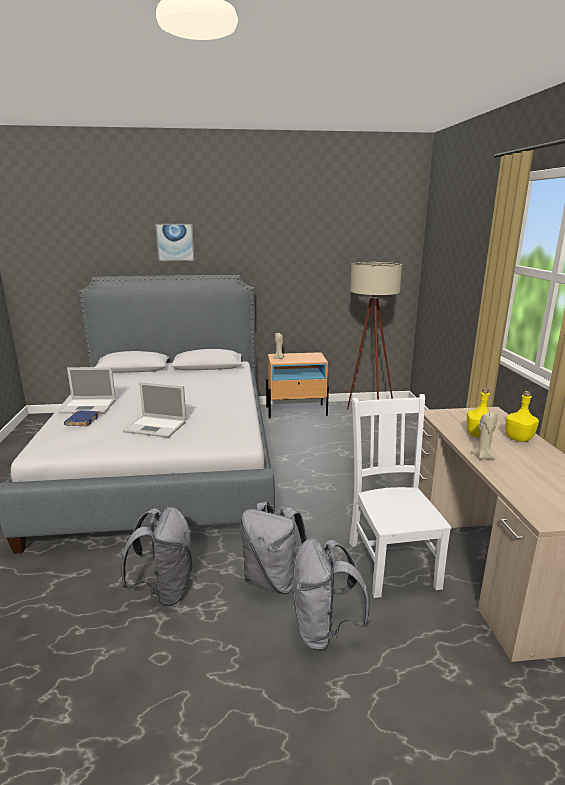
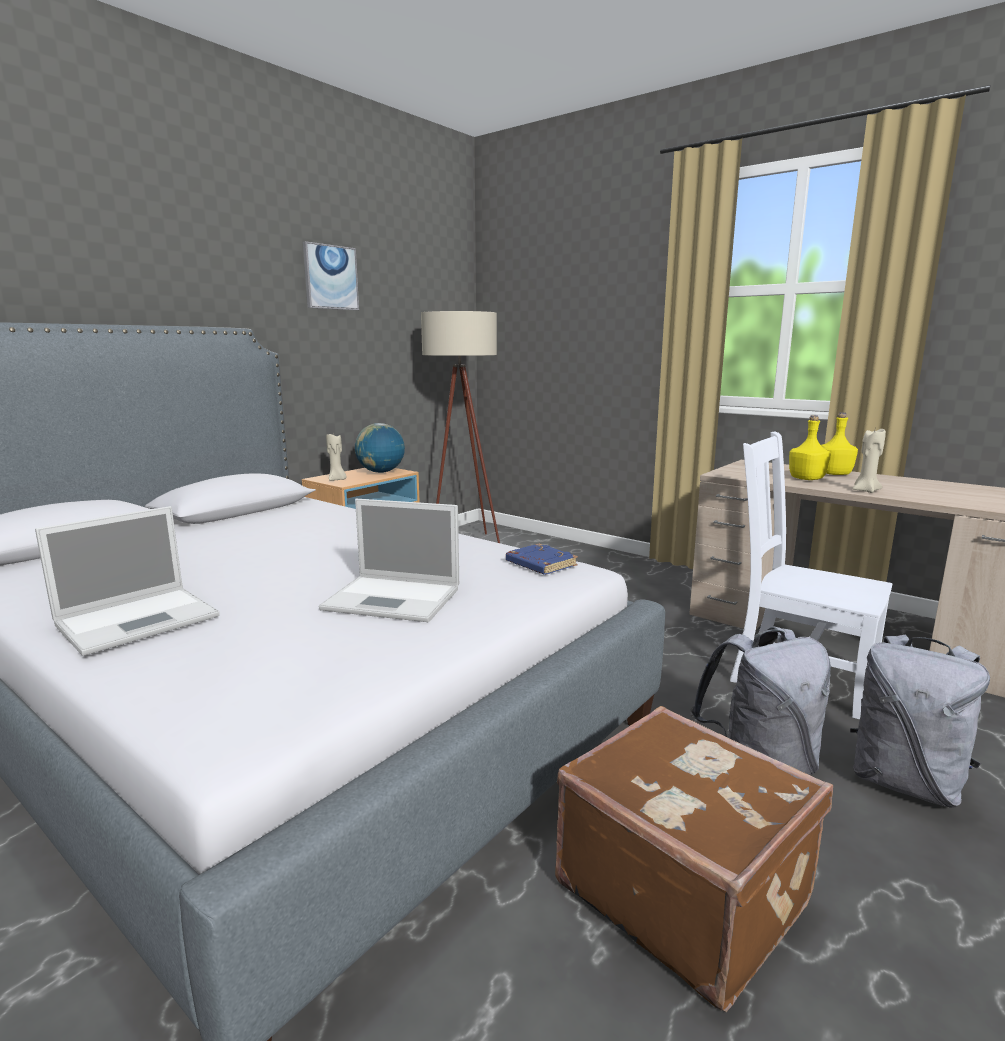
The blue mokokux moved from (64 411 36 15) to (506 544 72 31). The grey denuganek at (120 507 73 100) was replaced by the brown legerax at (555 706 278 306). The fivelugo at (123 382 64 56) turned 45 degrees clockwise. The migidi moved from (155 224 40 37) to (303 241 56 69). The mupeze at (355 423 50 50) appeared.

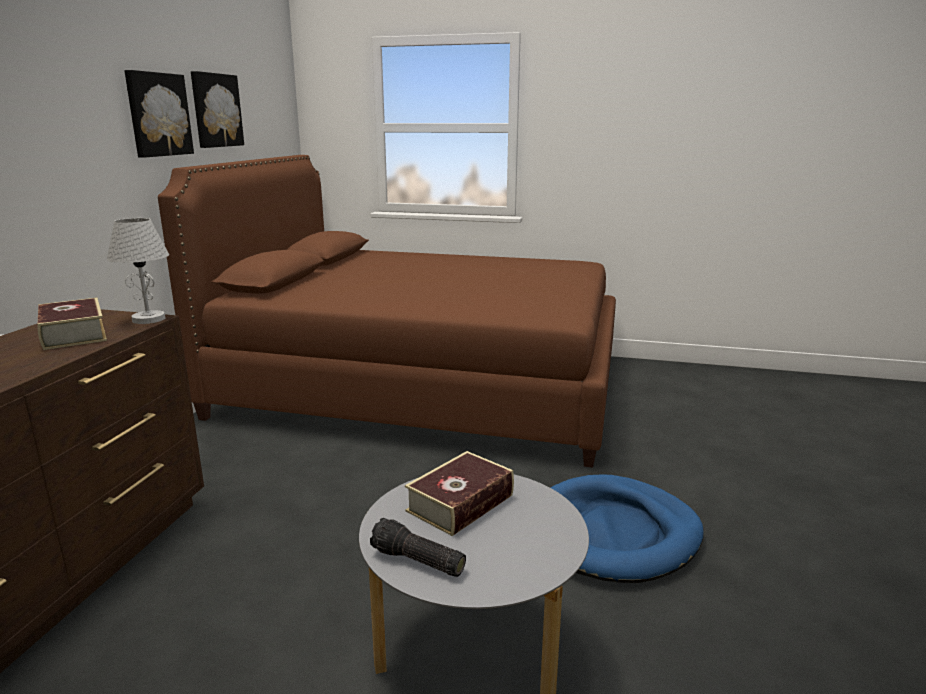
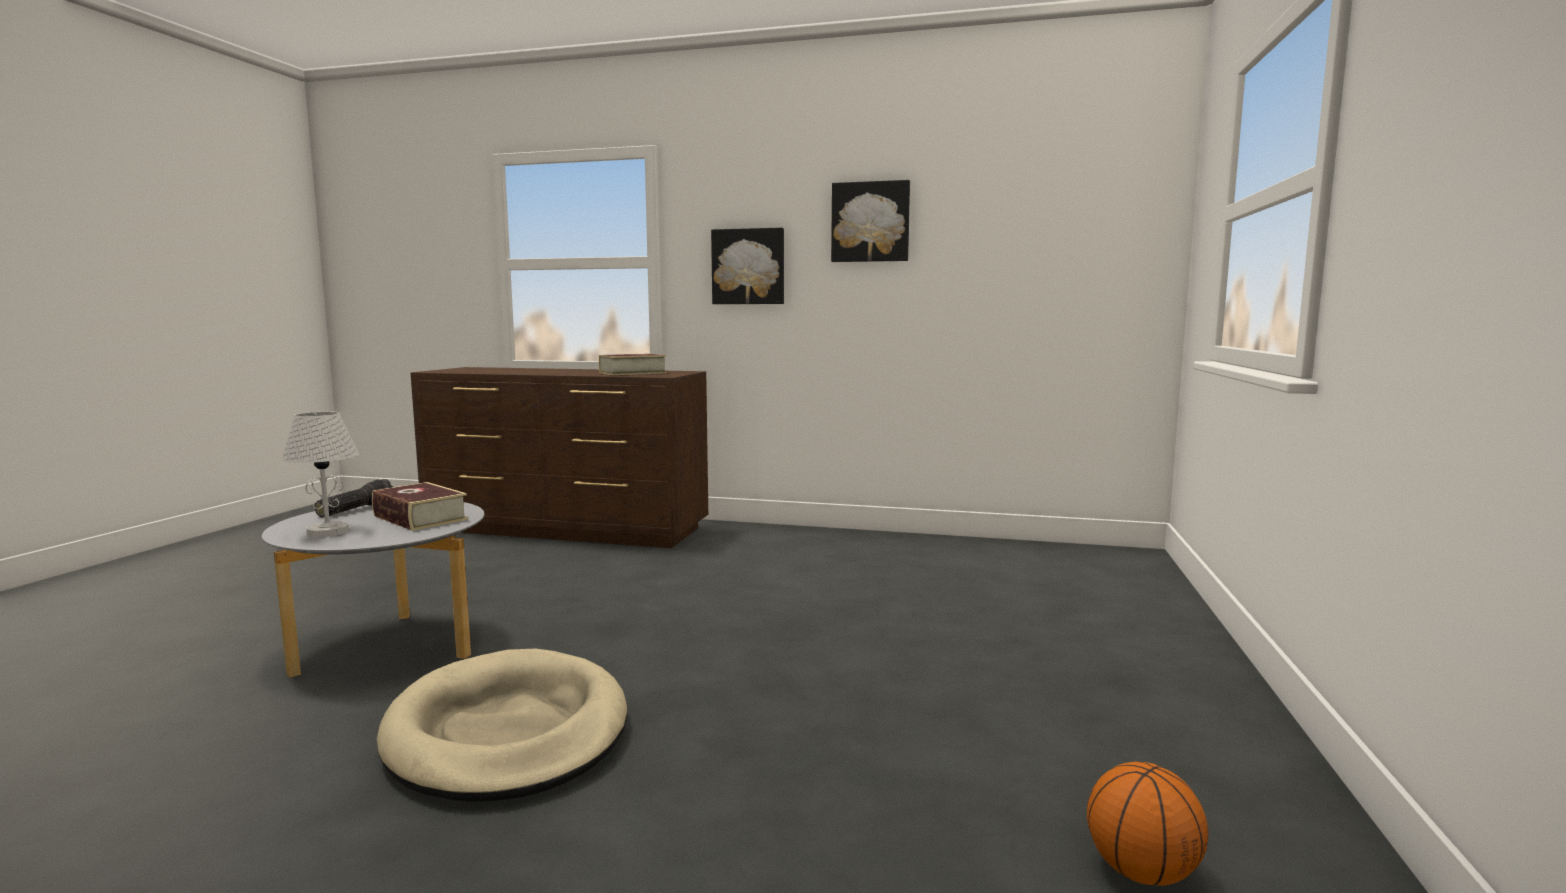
The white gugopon moved from (107 218 62 106) to (282 411 77 126). The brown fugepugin at (158 155 458 313) disappeared. The migidi moved from (191 71 53 77) to (711 228 73 76). The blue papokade at (551 474 152 109) became the beige papokade at (377 649 251 153). The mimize at (1087 762 121 124) appeared.

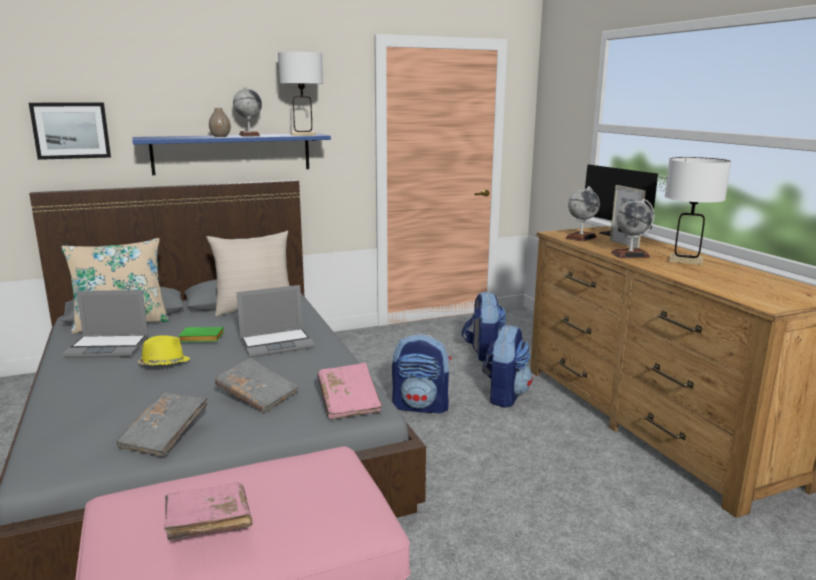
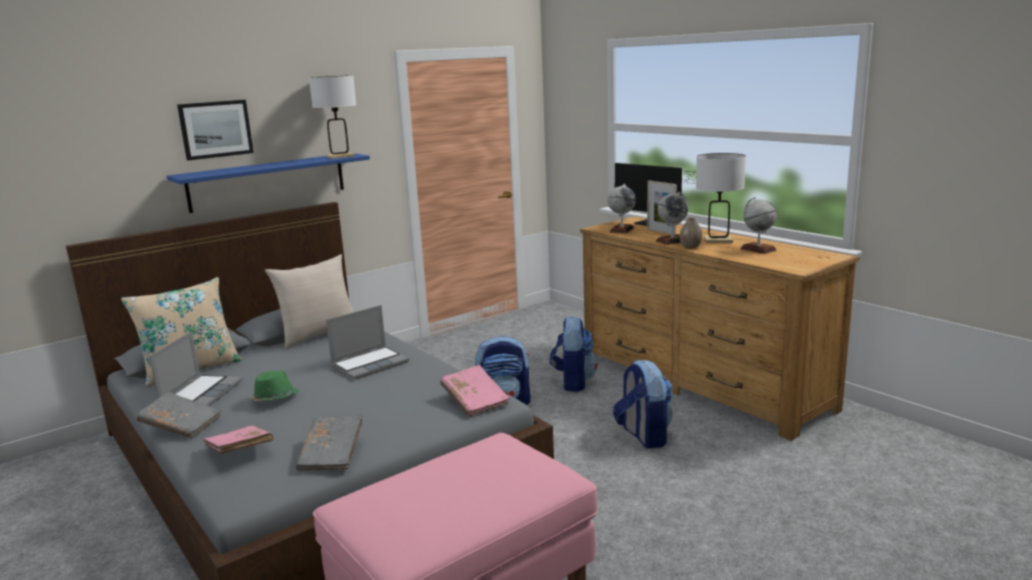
The migidi moved from (29 103 82 57) to (177 100 77 60). The fivelugo at (62 290 87 68) turned 60 degrees counterclockwise. The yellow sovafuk at (138 335 52 30) became the green sovafuk at (250 371 49 30). The pink mokokux moved from (164 482 89 58) to (203 426 71 28). The green mokokux at (178 327 46 15) disappeared. The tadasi moved from (209 108 22 29) to (680 218 23 31). The grey mokokux moved from (215 357 84 56) to (137 392 84 47). The mupeze moved from (233 87 29 50) to (740 197 37 57). The denuganek moved from (462 291 44 71) to (613 359 59 89).

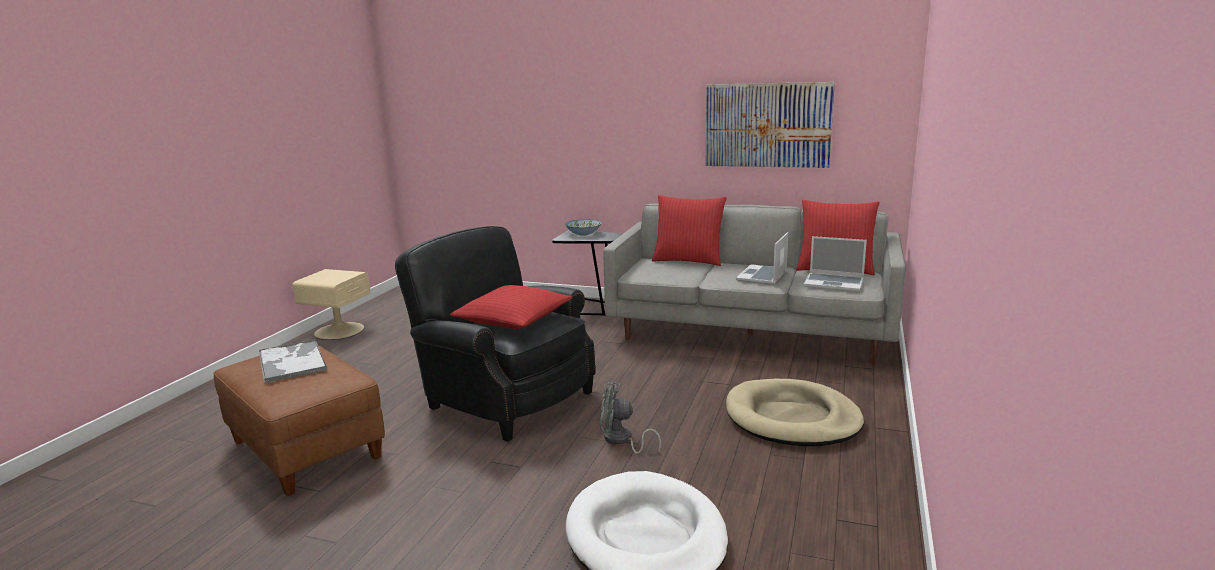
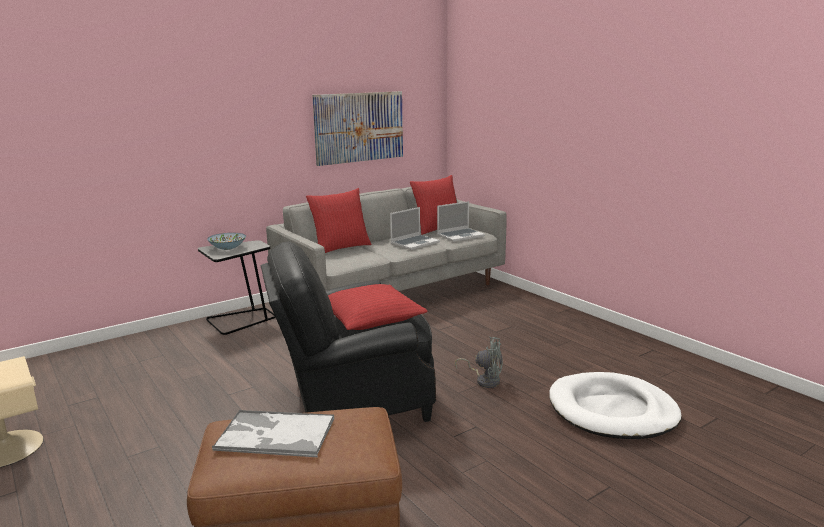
The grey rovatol at (600 382 61 72) turned 120 degrees counterclockwise. The beige papokade at (726 379 138 67) disappeared. The fivelugo at (736 232 52 53) turned 105 degrees counterclockwise.

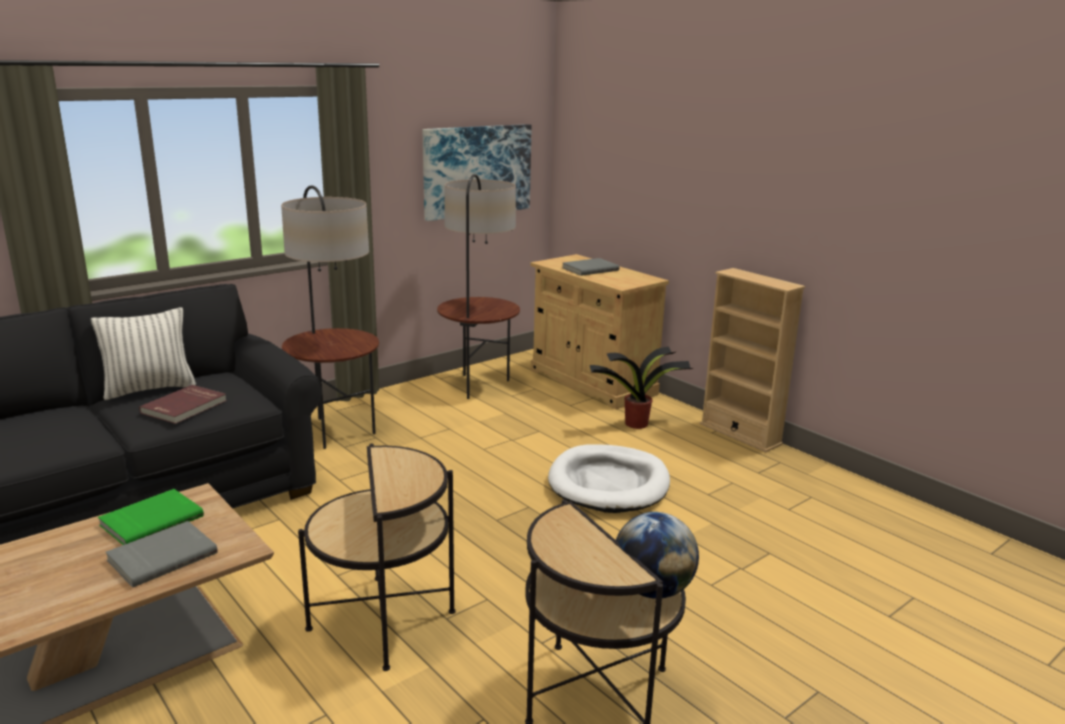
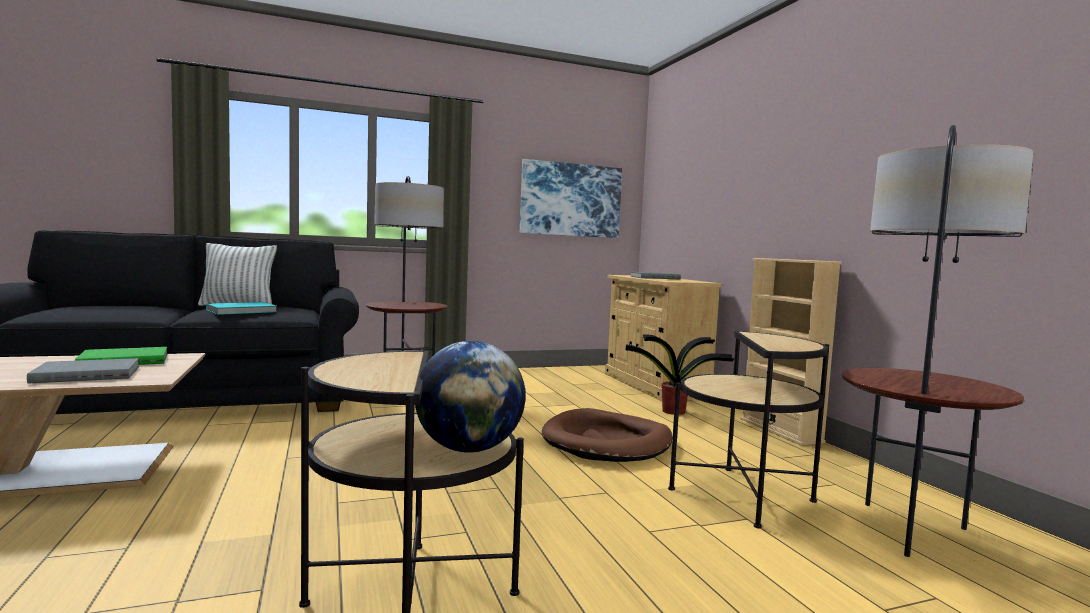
The red mokokux at (139 385 88 39) became the turquoise mokokux at (206 302 71 13). The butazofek moved from (298 444 158 227) to (668 330 161 199). The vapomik moved from (437 174 83 225) to (842 125 191 432). The white papokade at (548 444 122 69) became the brown papokade at (542 408 130 54).

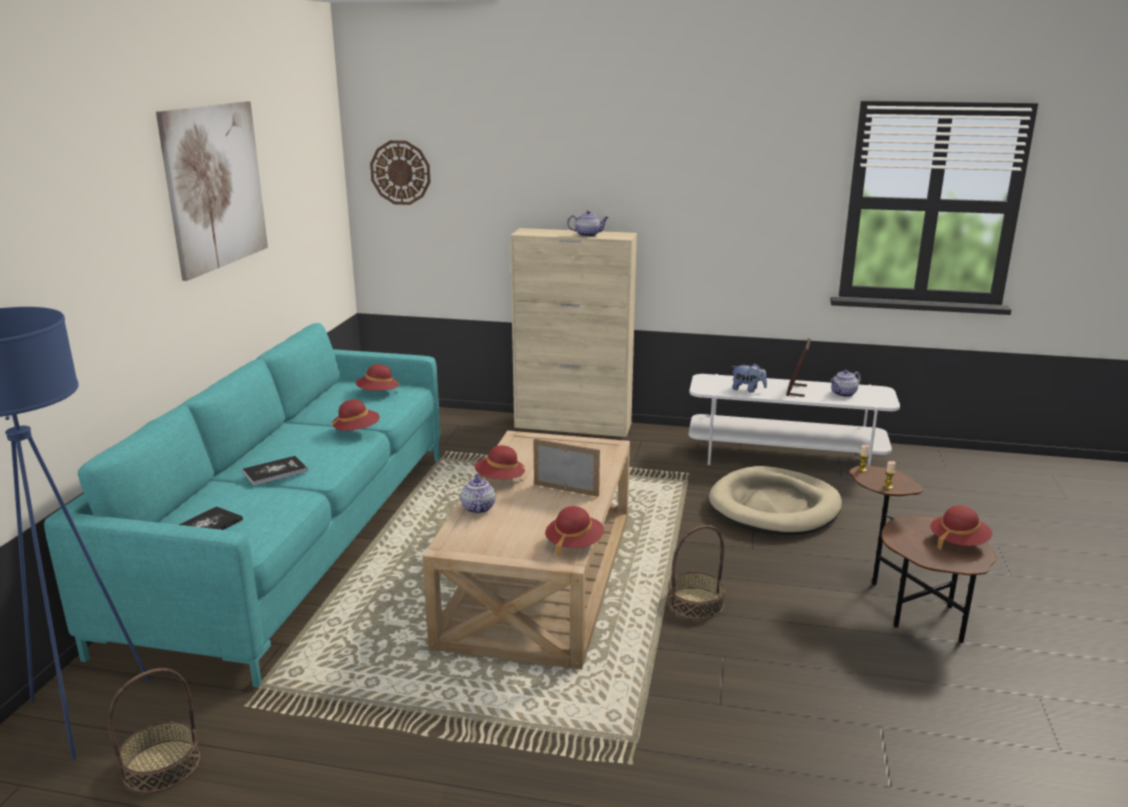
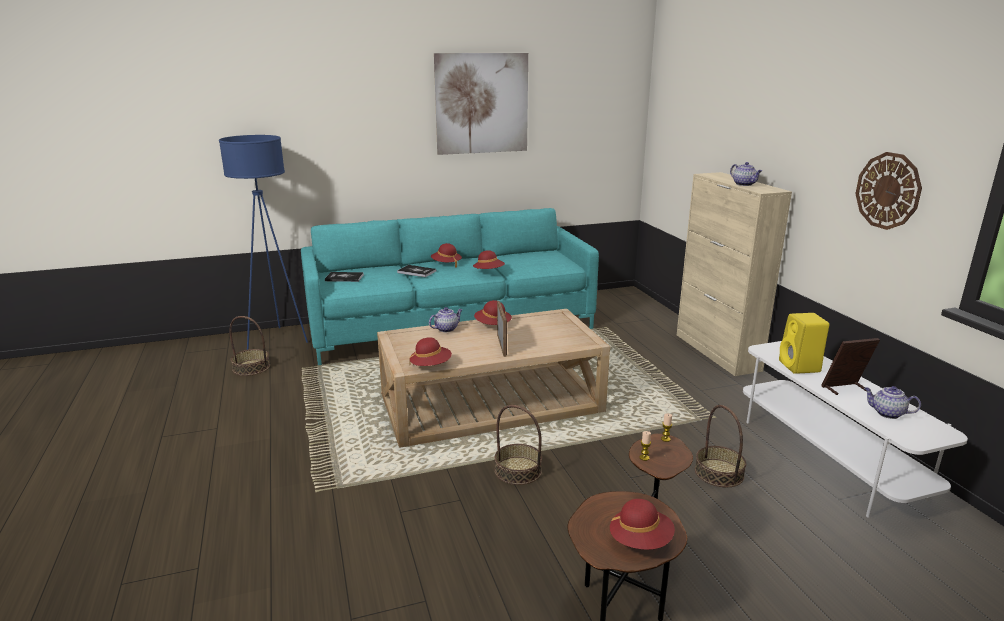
The red sovafuk moved from (356 364 44 27) to (431 243 31 25). The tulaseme moved from (370 140 61 65) to (855 152 67 78). The beige papokade at (709 466 133 69) was replaced by the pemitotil at (695 405 51 82). The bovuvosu at (731 363 36 30) was replaced by the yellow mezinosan at (779 313 50 61).

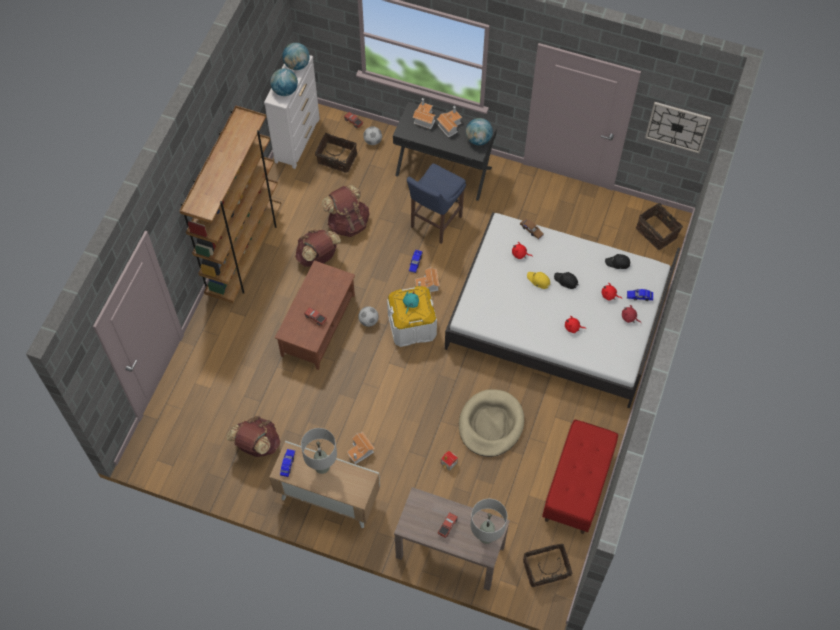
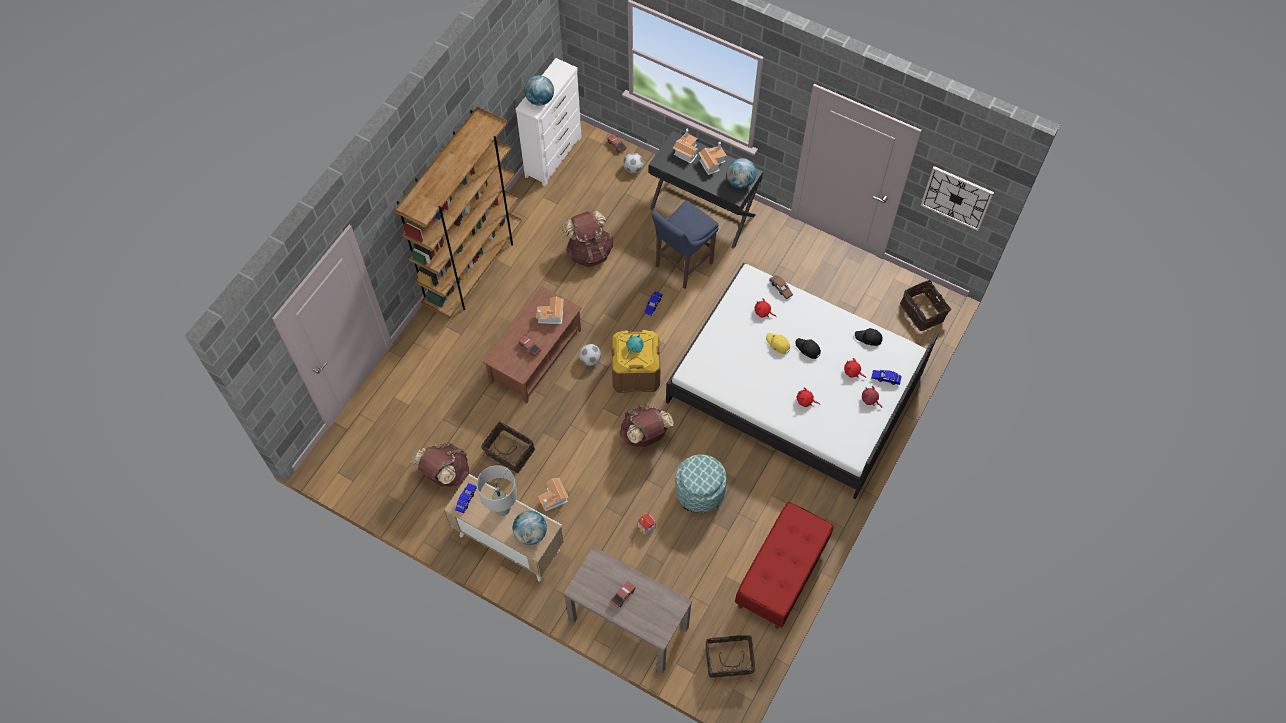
The mupeze moved from (282 43 28 27) to (513 511 34 34). The brown denuganek moved from (295 229 46 38) to (619 404 55 43). The pemitotil moved from (315 133 42 40) to (481 422 54 51). The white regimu at (387 286 50 61) became the brown regimu at (611 330 49 63). The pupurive moved from (415 267 24 25) to (536 296 28 28). The beige papokade at (459 389 65 68) was replaced by the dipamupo at (675 454 52 59). The grey gugopon at (471 499 36 45) disappeared.

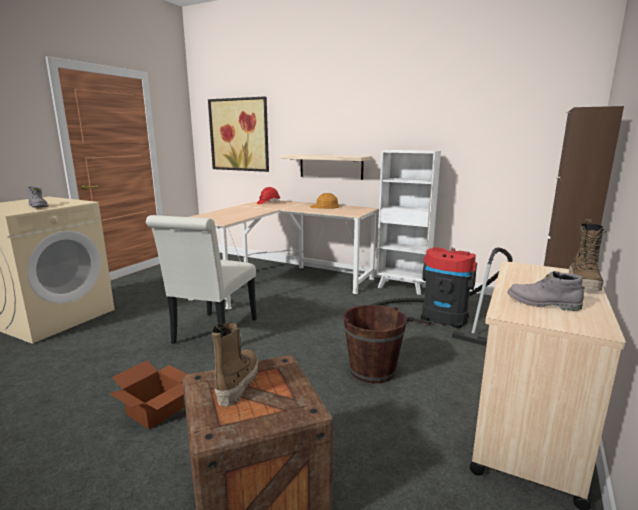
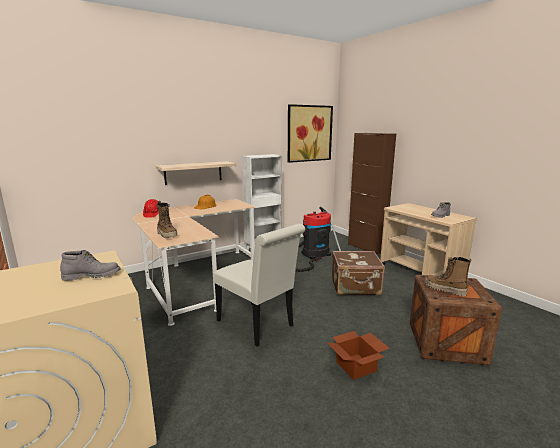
The migidi moved from (208 97 61 75) to (288 104 45 59). The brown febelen at (343 305 64 78) was replaced by the brown legerax at (332 251 53 44). The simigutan moved from (569 219 38 72) to (157 201 21 37).

